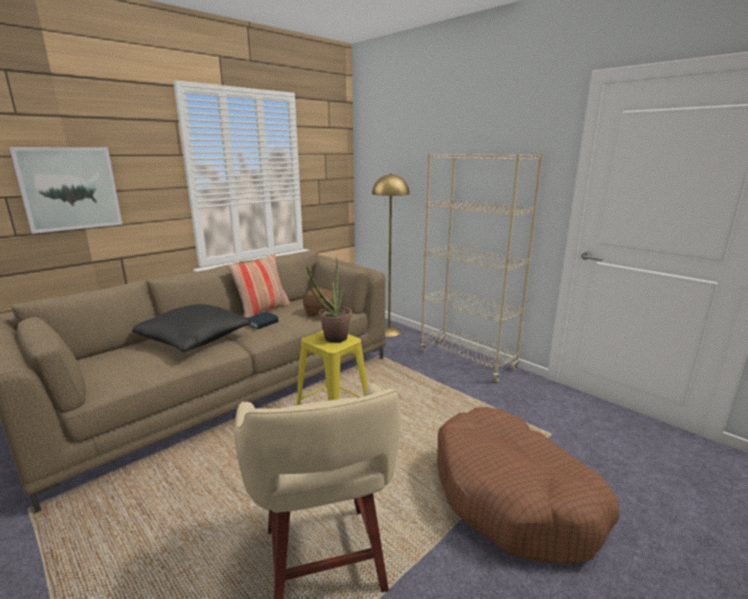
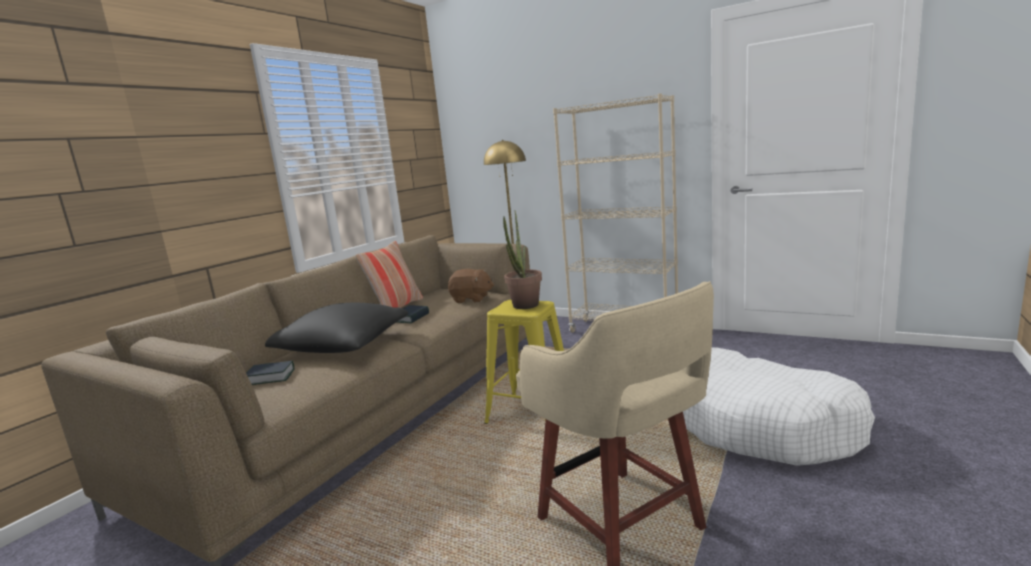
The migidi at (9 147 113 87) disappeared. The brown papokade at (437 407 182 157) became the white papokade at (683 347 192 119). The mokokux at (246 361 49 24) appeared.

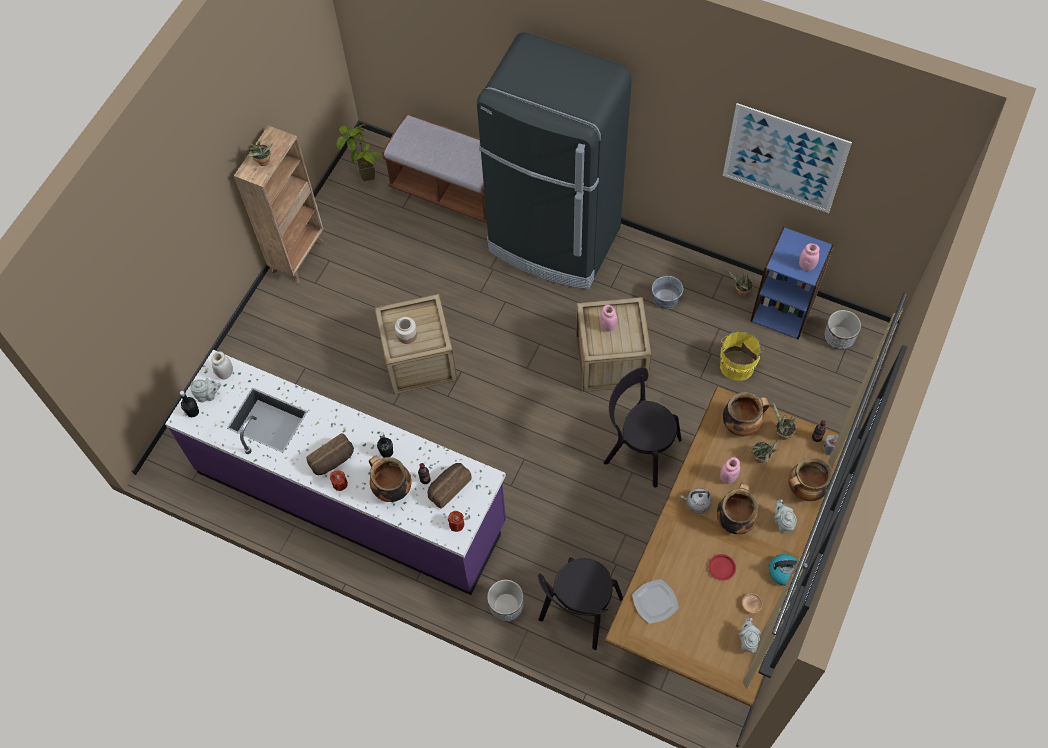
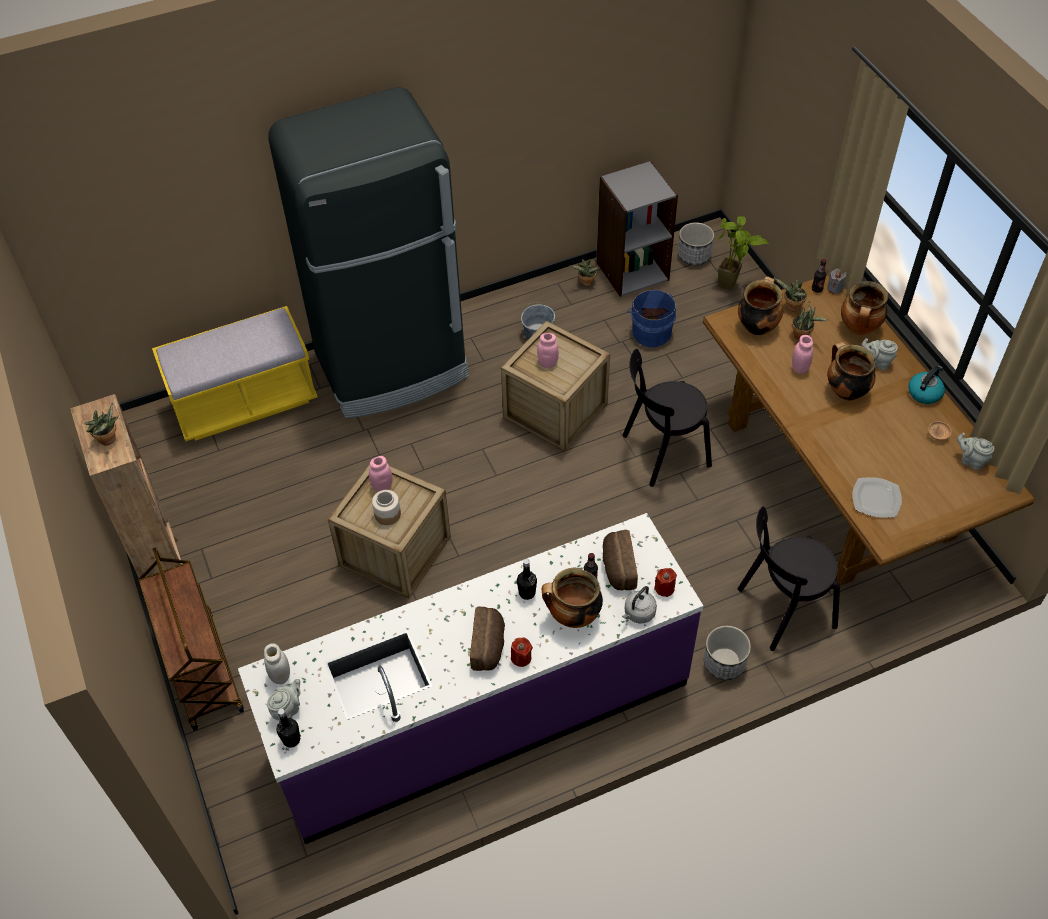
The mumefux moved from (337 124 44 58) to (717 216 52 75). The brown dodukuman at (382 113 105 110) became the yellow dodukuman at (152 306 166 135). The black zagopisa at (538 557 85 93) turned 90 degrees clockwise. The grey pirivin moved from (680 488 32 26) to (622 586 35 38). The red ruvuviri at (708 554 28 27) disappeared. The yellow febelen at (720 331 44 50) became the blue febelen at (627 290 49 57). The migidi at (723 103 129 110) disappeared. The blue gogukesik at (750 227 84 113) became the grey gogukesik at (596 161 82 136). The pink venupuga moved from (799 243 21 28) to (369 456 24 36). The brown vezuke at (138 548 106 183) appeared.

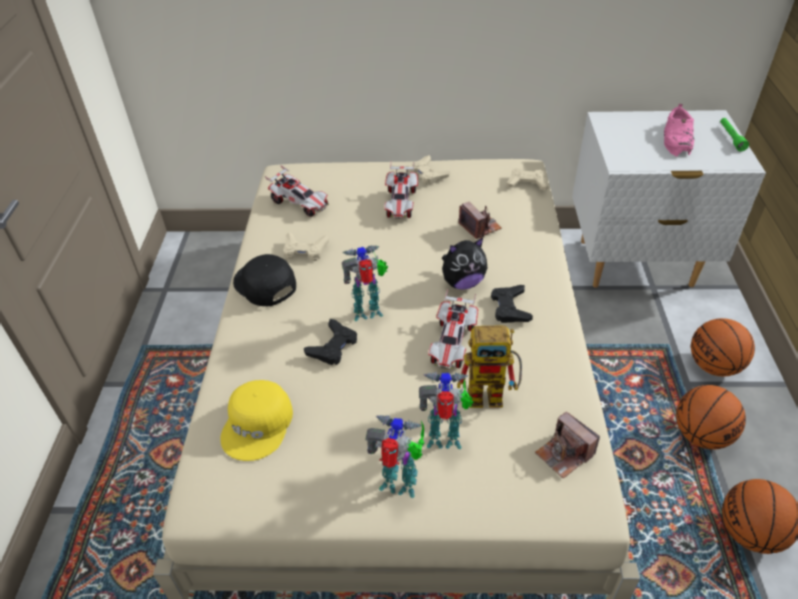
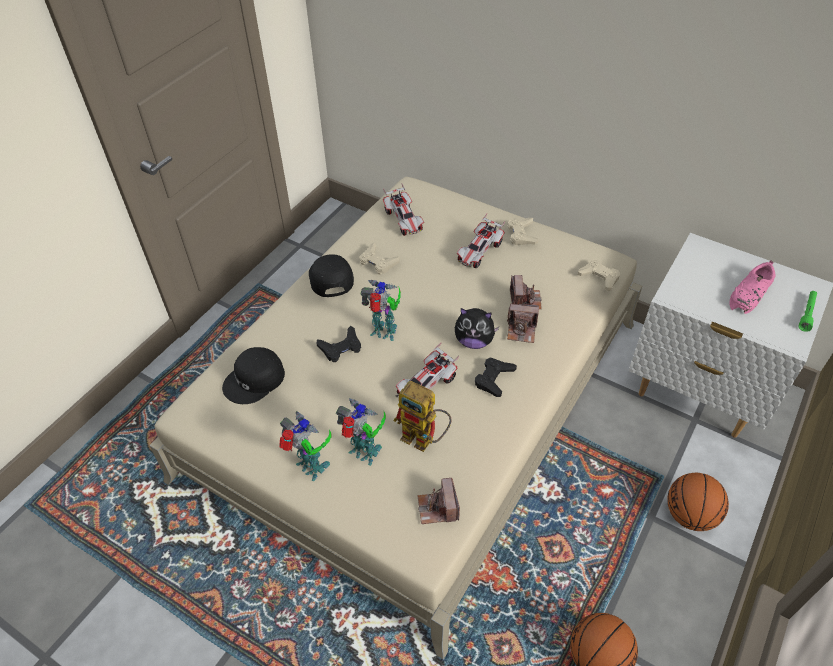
The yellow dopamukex at (220 380 73 81) became the black dopamukex at (222 347 63 57). The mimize at (676 385 70 64) disappeared. The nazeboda at (507 304 32 39) appeared.

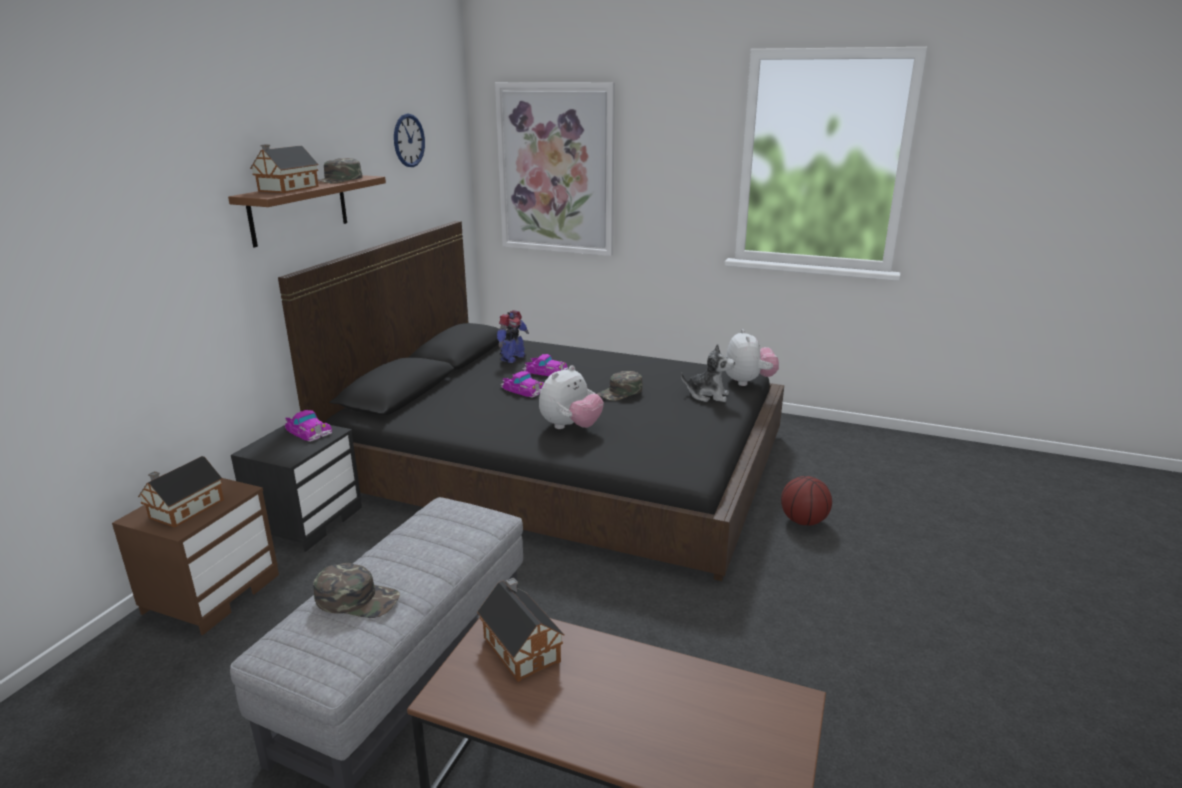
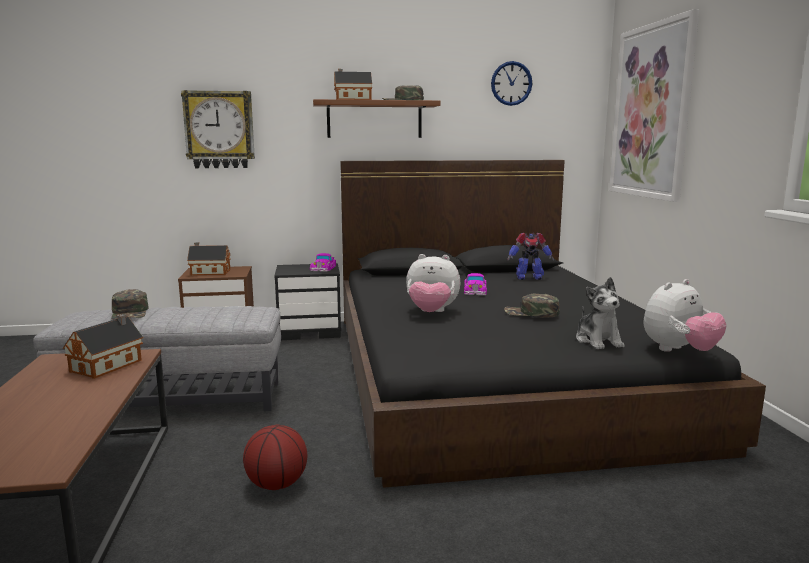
The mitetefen at (523 354 45 22) disappeared. The mimize moved from (781 476 51 50) to (243 425 64 65). The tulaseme at (181 90 74 78) appeared.

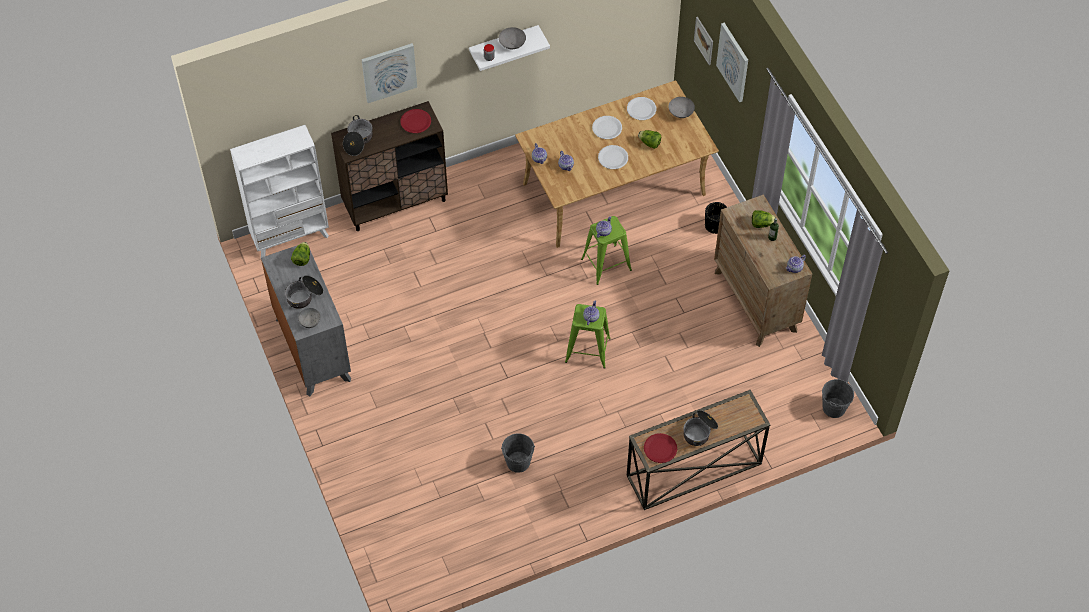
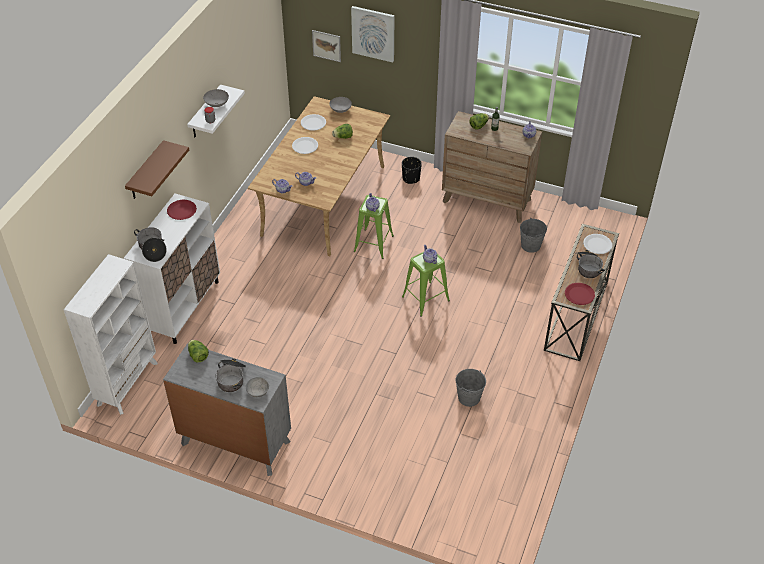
The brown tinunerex at (331 101 117 130) became the white tinunerex at (124 194 96 150). The migidi at (361 43 56 60) was replaced by the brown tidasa at (125 140 64 59). The white ruvuviri moved from (598 145 30 24) to (583 234 29 20). The grey febelen moved from (822 379 32 39) to (520 218 27 35).

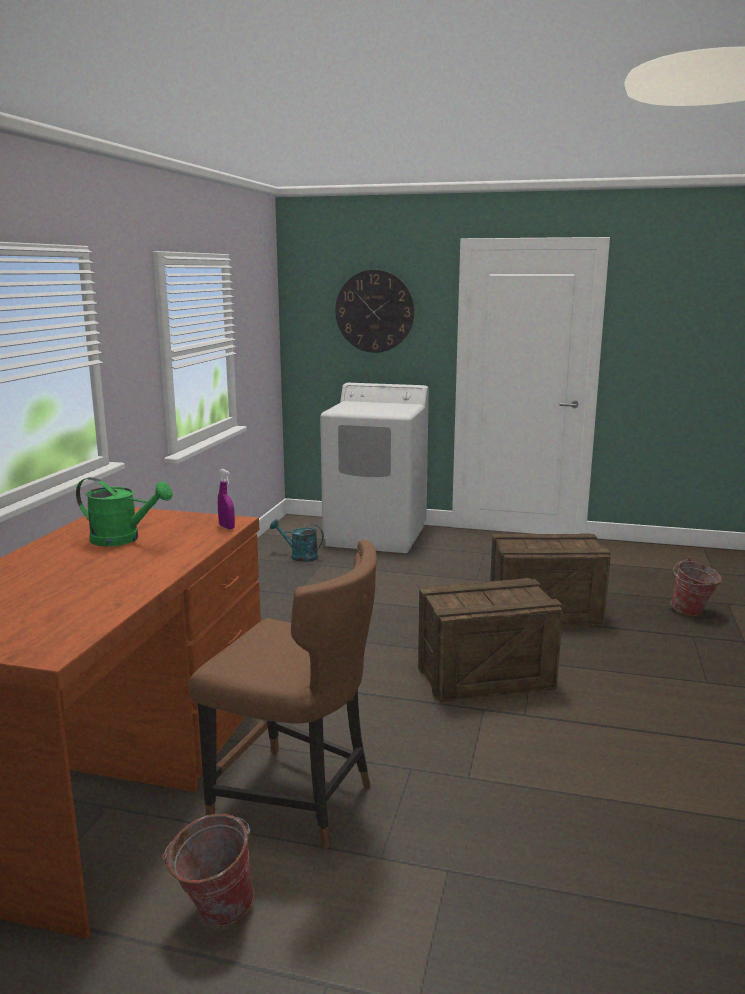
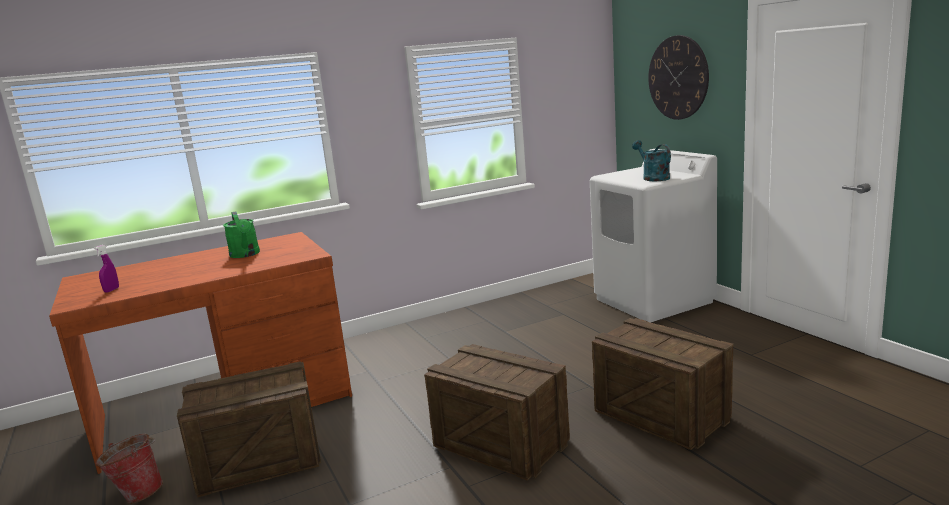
The brown zagopisa at (189 540 188 310) was replaced by the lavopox at (177 361 144 136). The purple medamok moved from (218 469 17 60) to (94 245 25 48). The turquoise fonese moved from (270 519 54 43) to (632 140 39 41). The febelen at (670 558 52 58) disappeared.

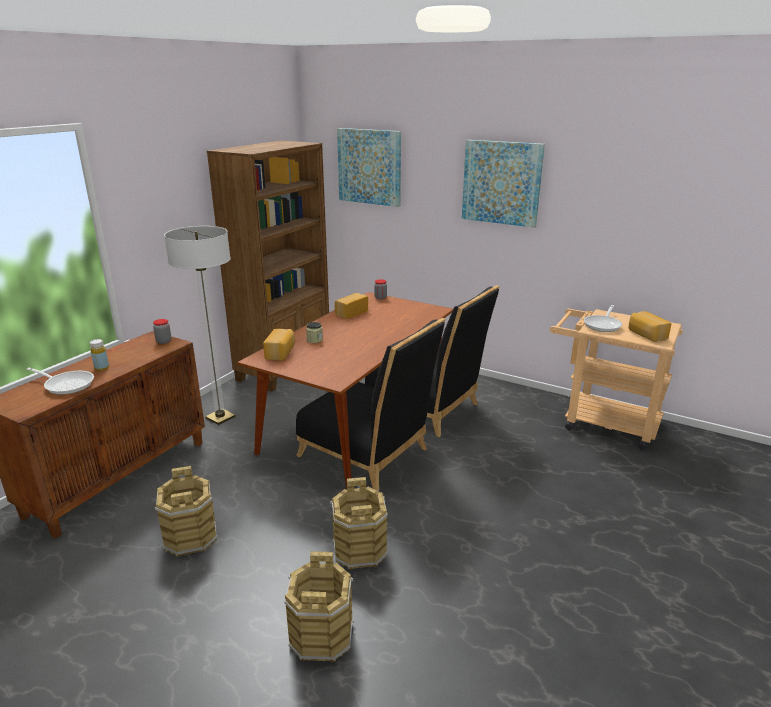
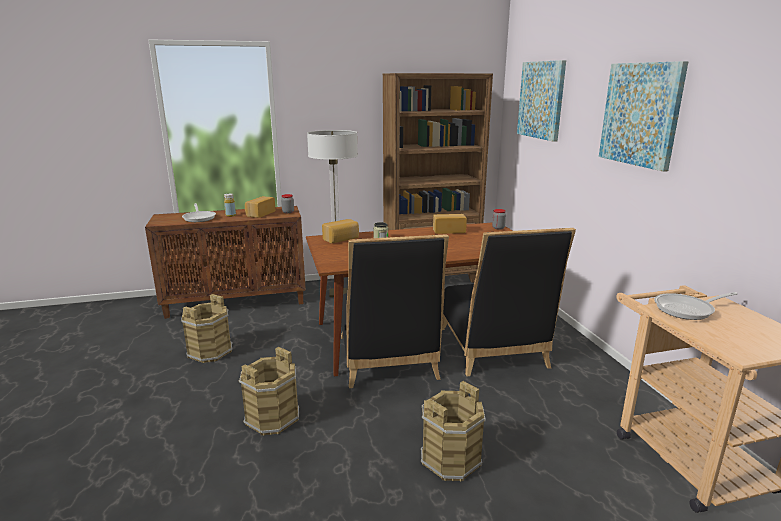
The brown febelen moved from (284 551 70 112) to (421 381 65 100). The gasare moved from (629 311 42 31) to (245 196 31 22).

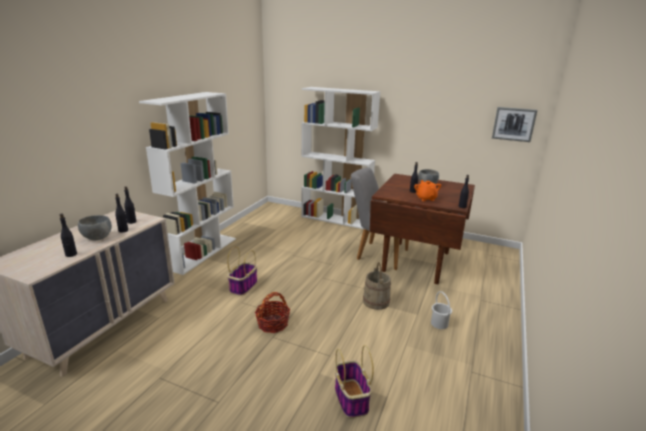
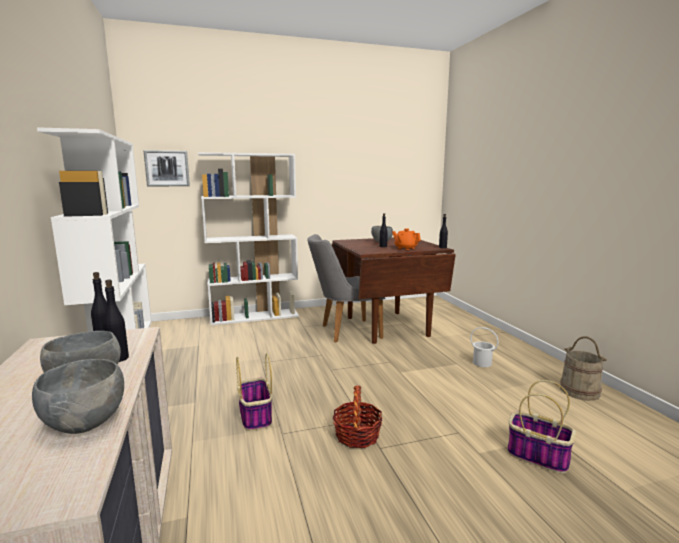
The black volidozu at (60 214 17 43) was replaced by the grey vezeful at (32 359 92 75). The beige febelen moved from (363 262 28 48) to (560 336 47 65). The migidi moved from (492 107 45 35) to (143 150 47 37).

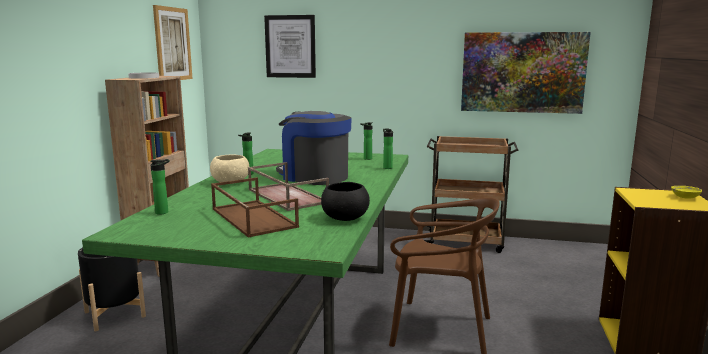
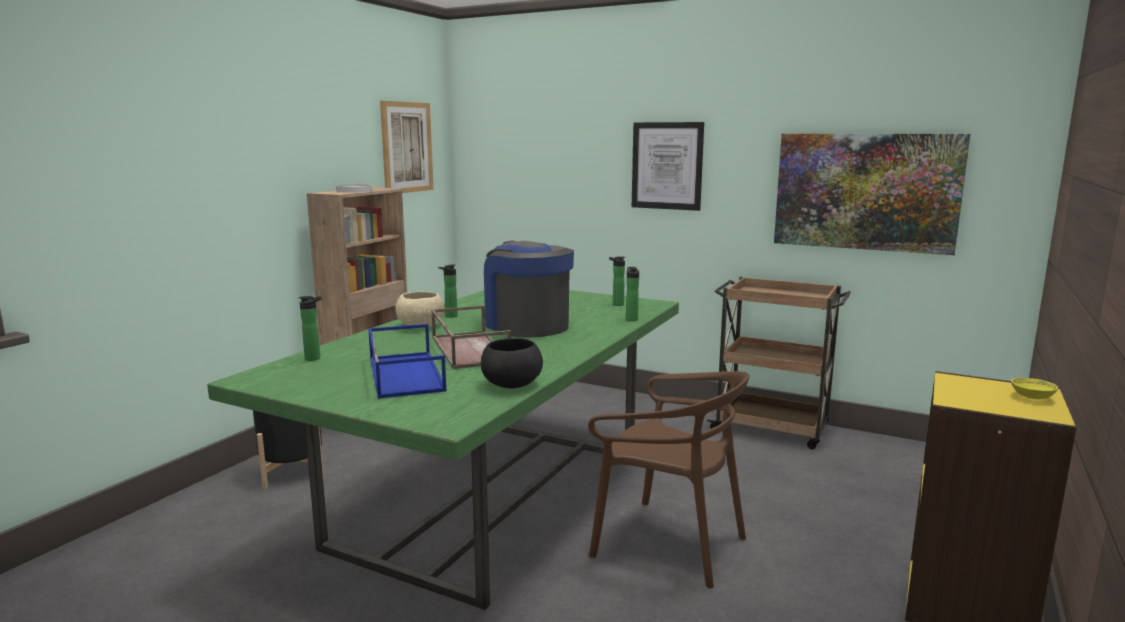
The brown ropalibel at (211 177 88 61) became the blue ropalibel at (368 324 79 75). The migidi moved from (264 15 52 63) to (632 122 72 89).

